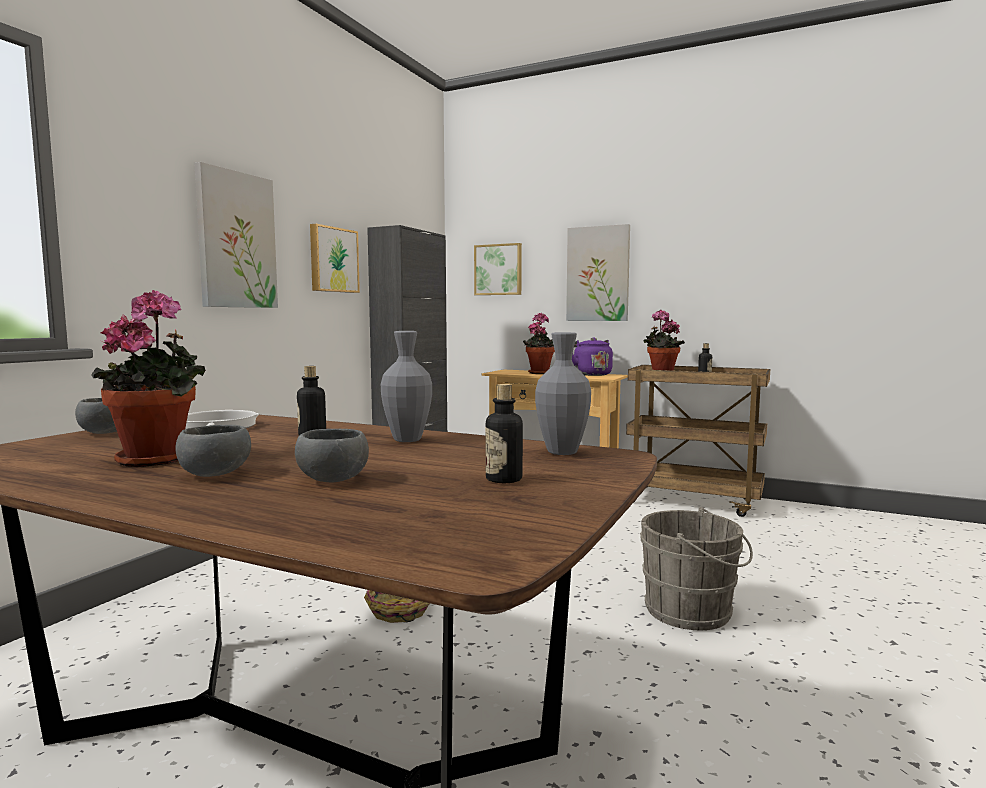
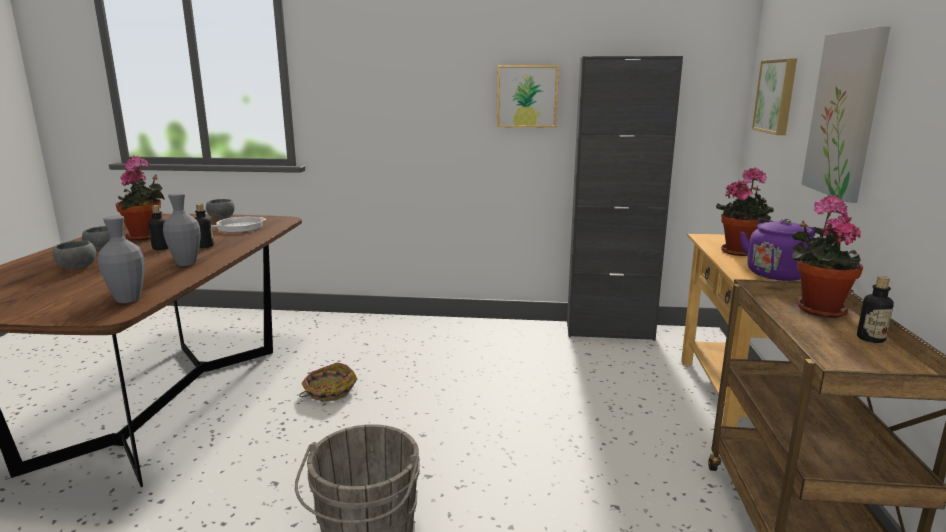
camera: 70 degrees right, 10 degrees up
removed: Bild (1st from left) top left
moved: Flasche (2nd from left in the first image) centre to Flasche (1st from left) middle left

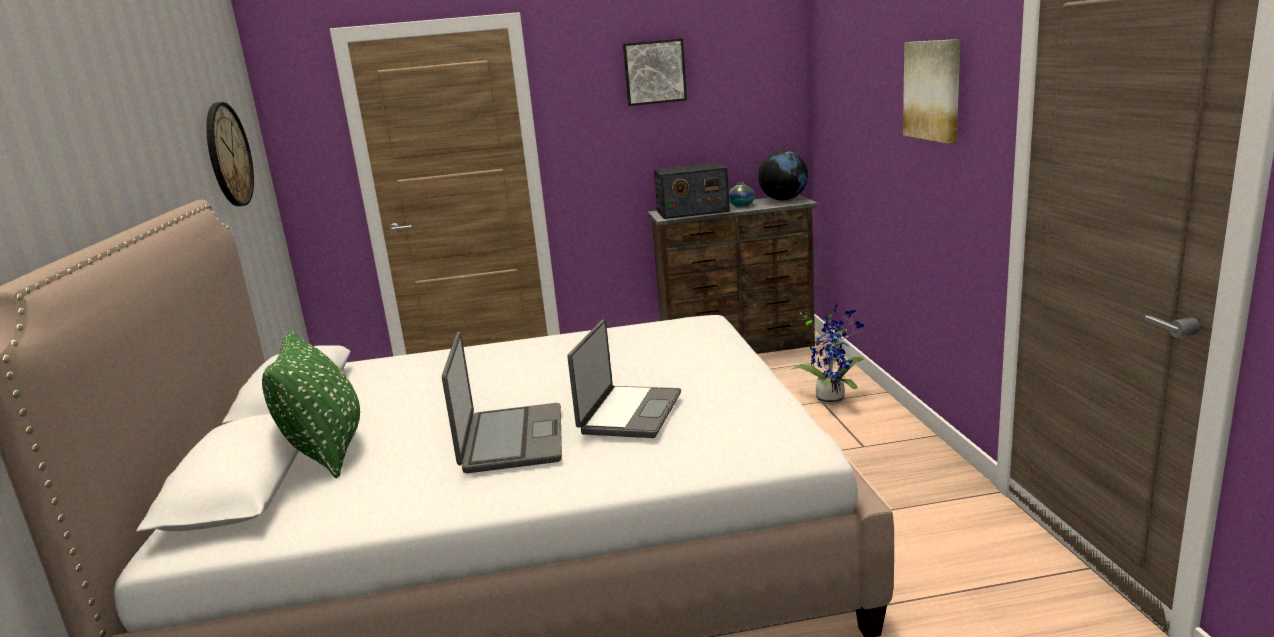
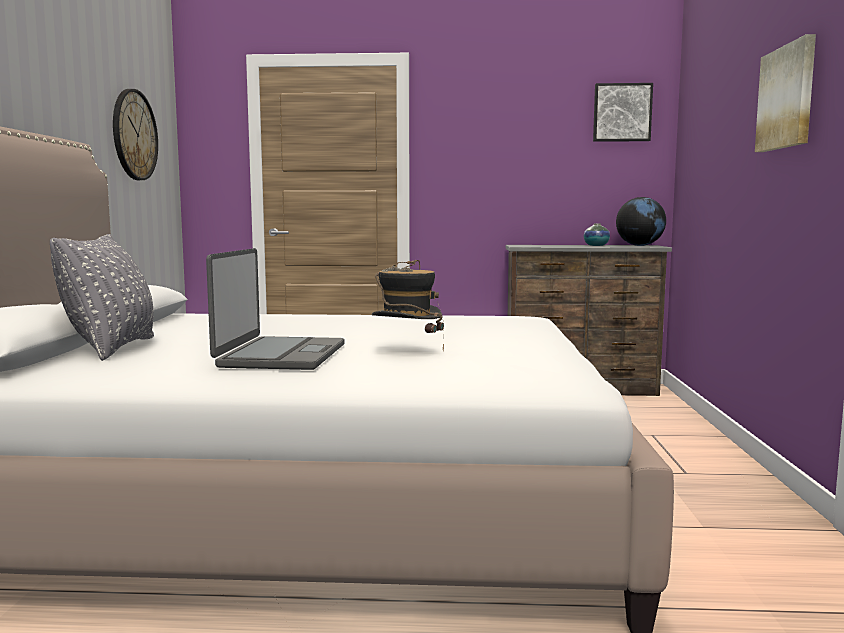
camera: 10 degrees right, 10 degrees down
removed: Radio top centre; Topfpflanze centre
moved: Bild (1st from left) top centre to top right
replaced: Laptop (2nd from left) centre to Hut centre
recoloured: Kissen [grün] middle left to Kissen [grau] middle left

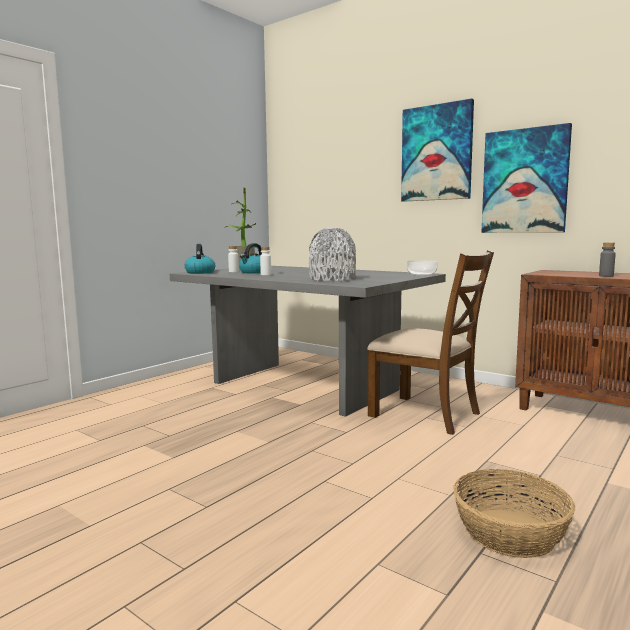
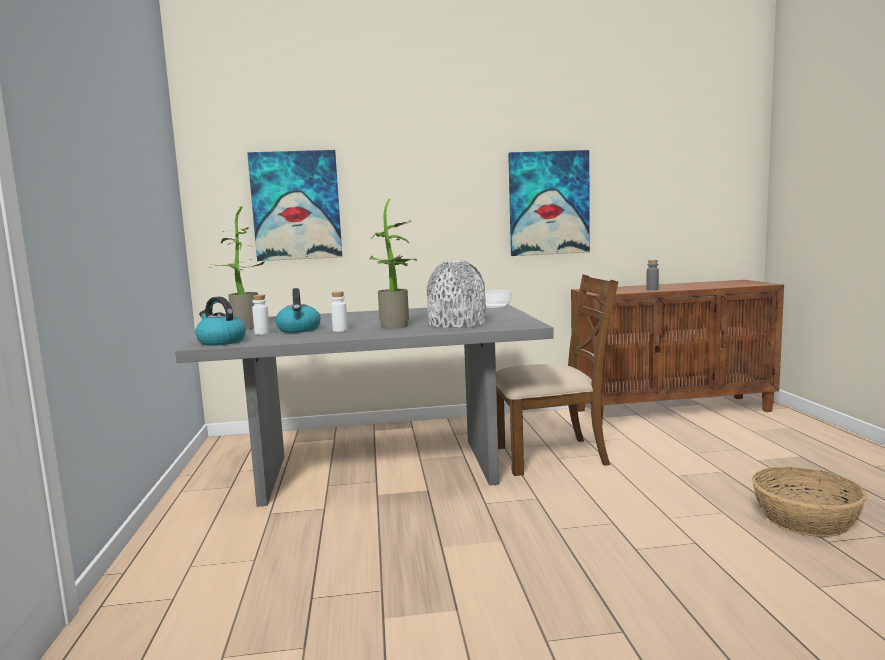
camera: 45 degrees left, 0 degrees up
added: Topfpflanze (2nd from left) centre
moved: Bild (1st from left) top right to top left

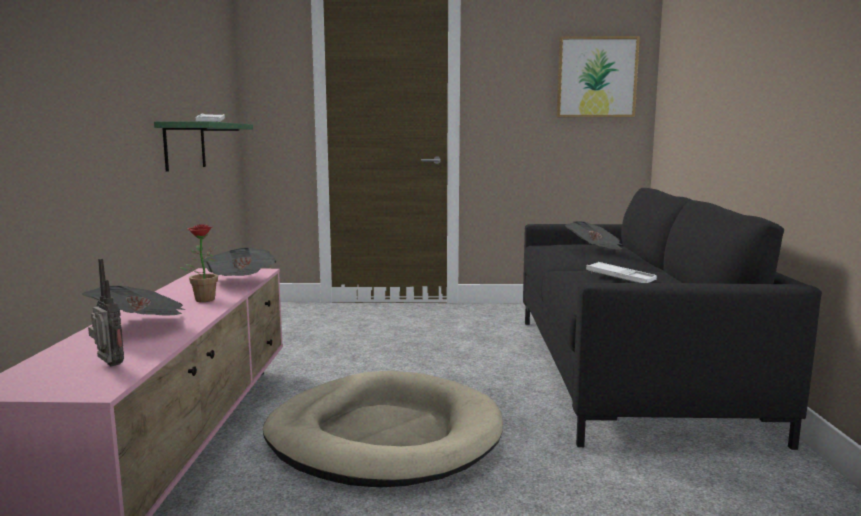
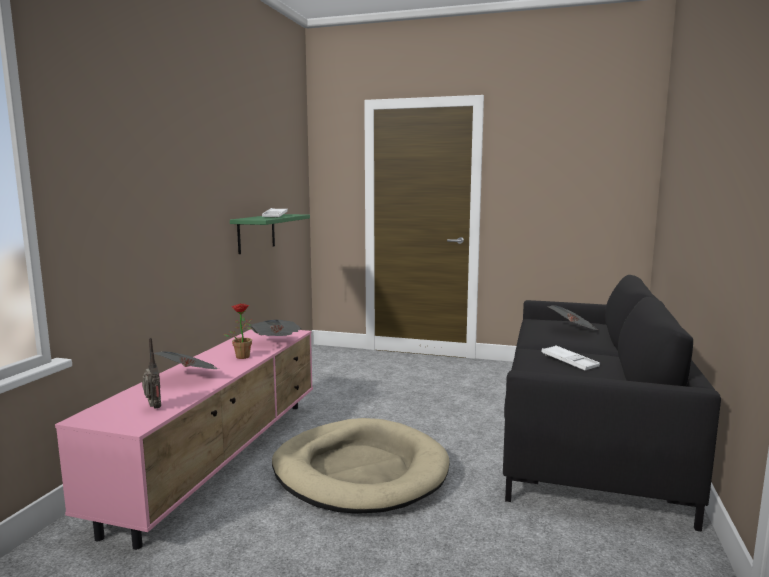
camera: 15 degrees right, 0 degrees up
removed: Bild top right

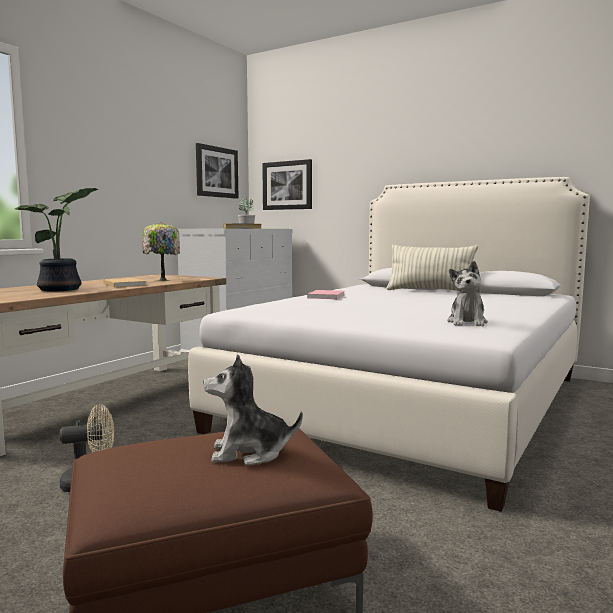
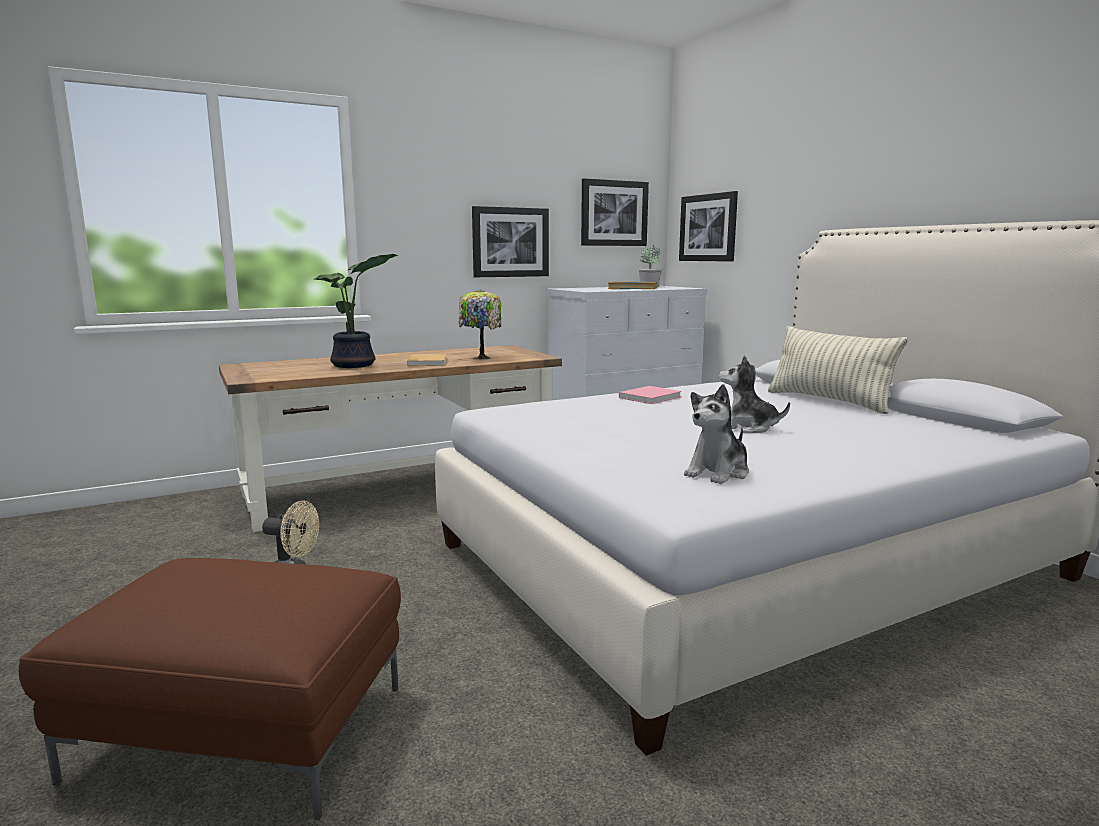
camera: 30 degrees right, 5 degrees up
added: Bild (1st from left) top centre
moved: Plüschtier (1st from left in the first image) bottom centre to Plüschtier (2nd from left) middle right

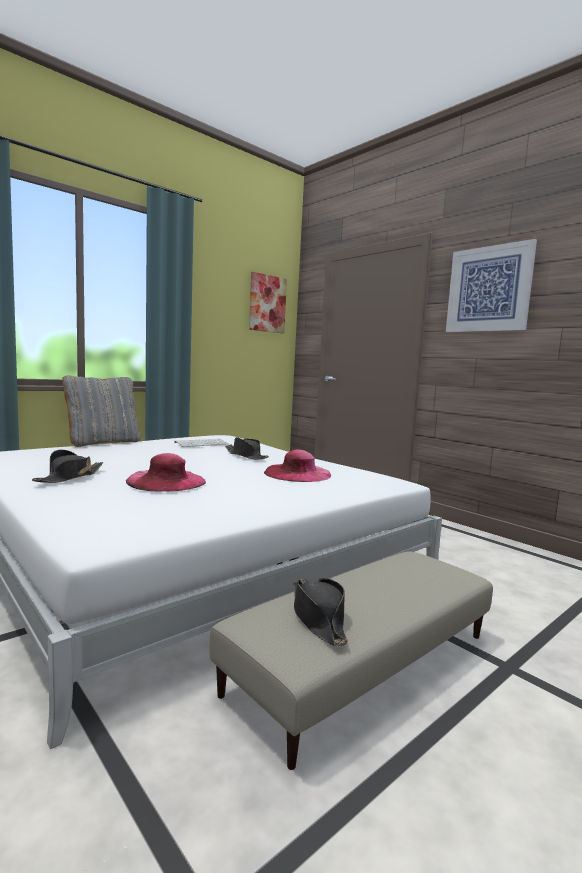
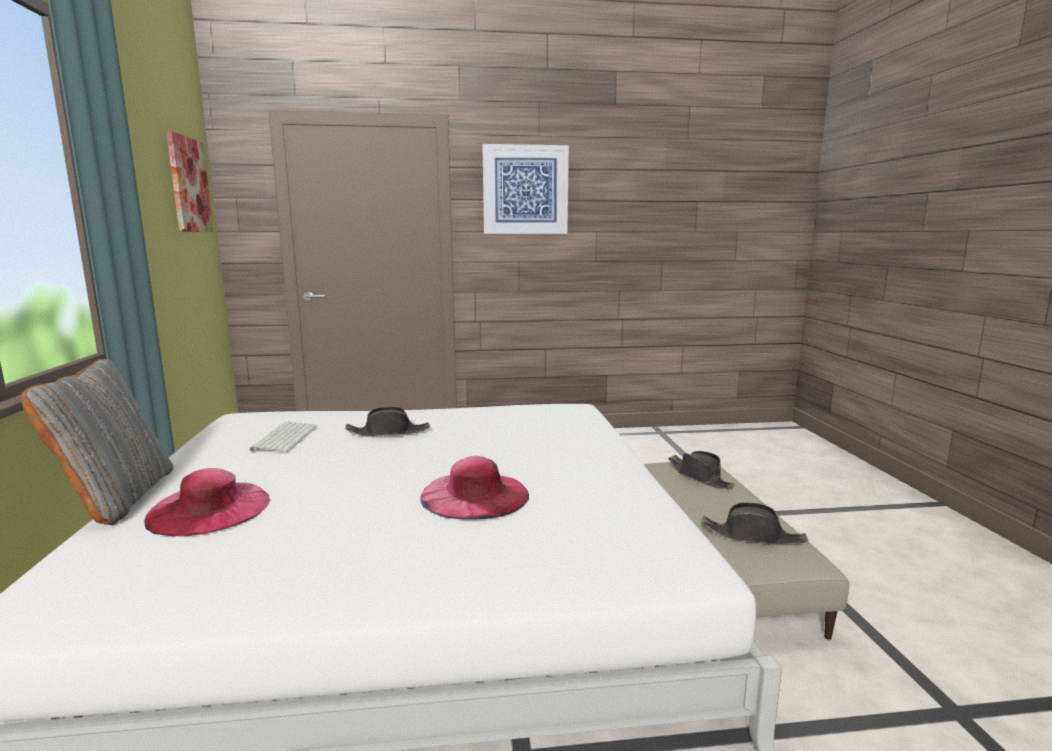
camera: 55 degrees left, 5 degrees up
moved: Hut [schwarz] (1st from left in the first image) middle left to Hut [schwarz] (2nd from left) centre; Hut [rosa] (2nd from left in the first image) centre to Hut [rosa] (1st from left) bottom left

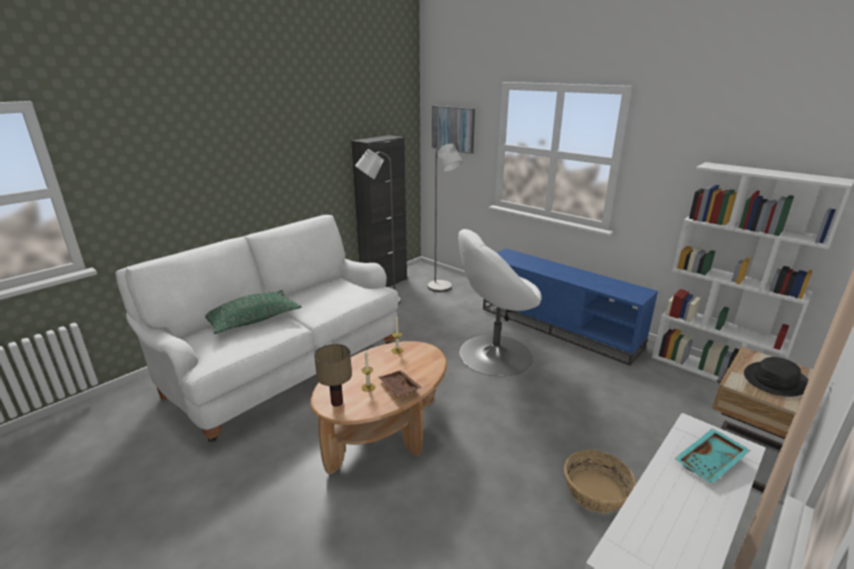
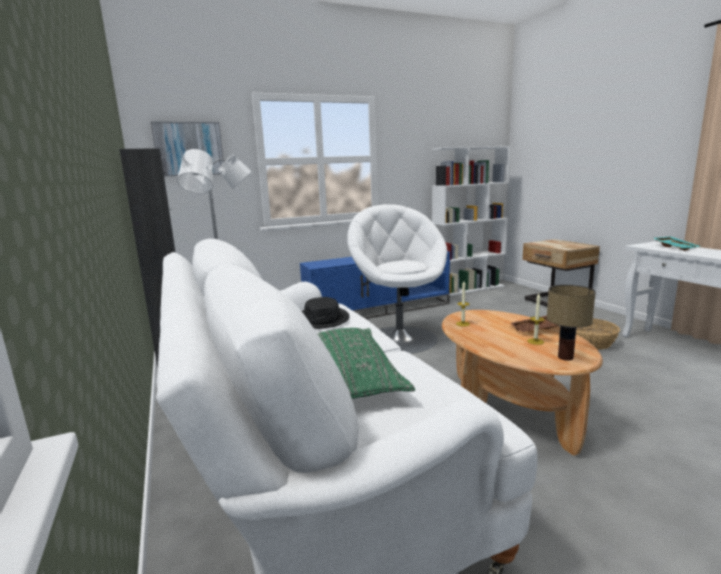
camera: 65 degrees left, 10 degrees down
moved: Hut [schwarz] middle right to centre
turned: Sessel [weiß] centre = centre 150 degrees clockwise

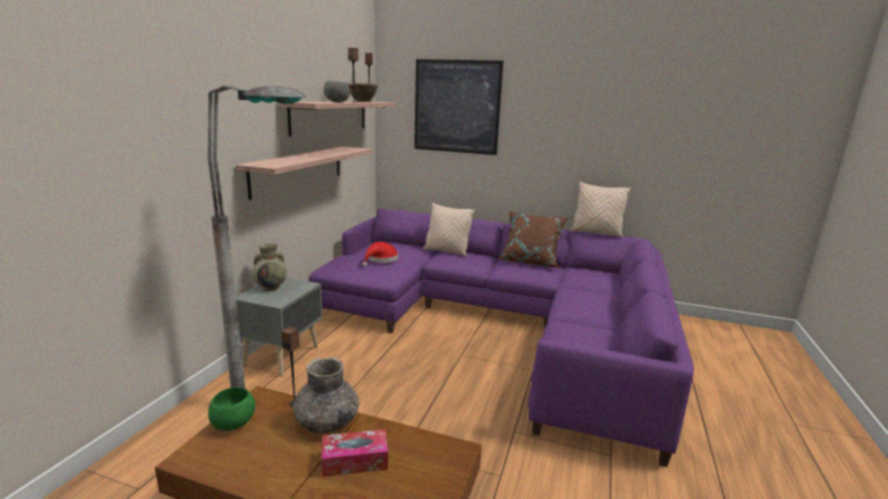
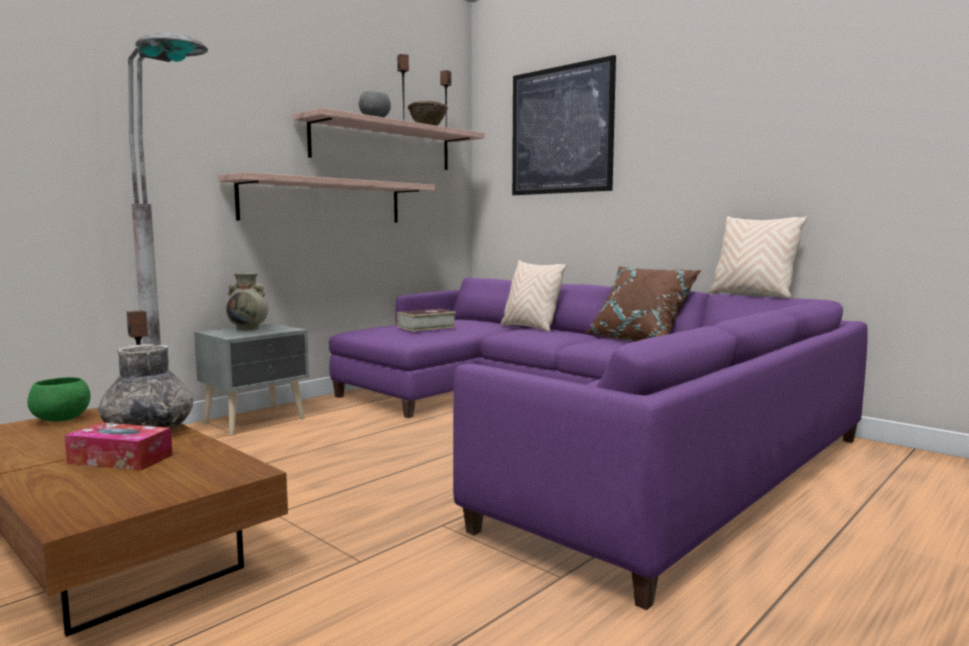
camera: 25 degrees right, 10 degrees down
replaced: Hut [rot] centre to Buch centre

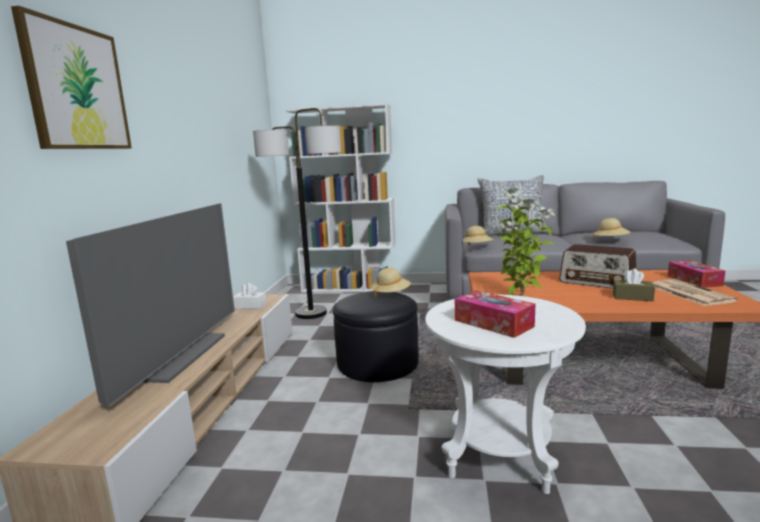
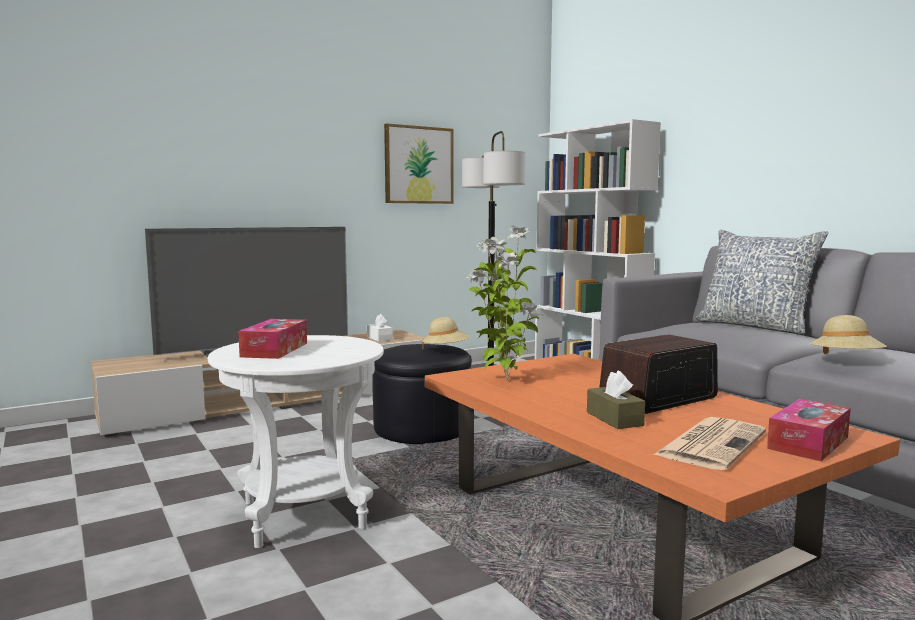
camera: 50 degrees right, 5 degrees down
removed: Hut [beige] (2nd from left) centre
moved: Bild top left to top centre
turned: Radio middle right = middle right 60 degrees clockwise

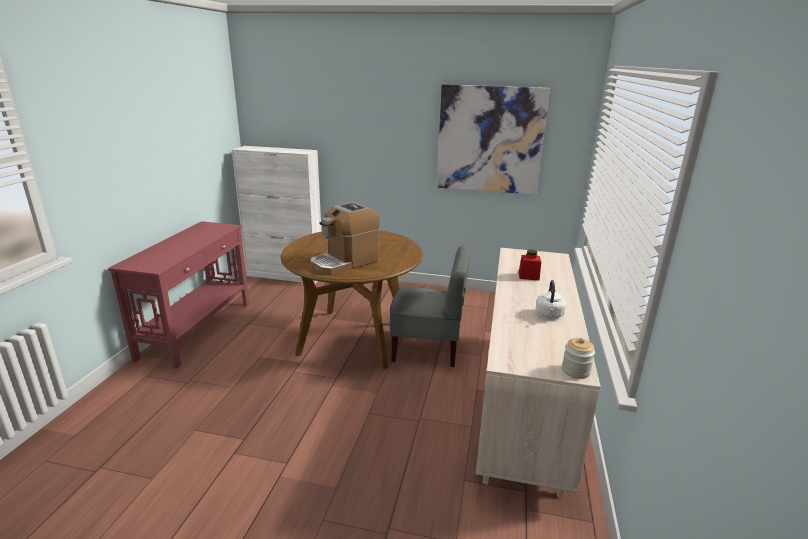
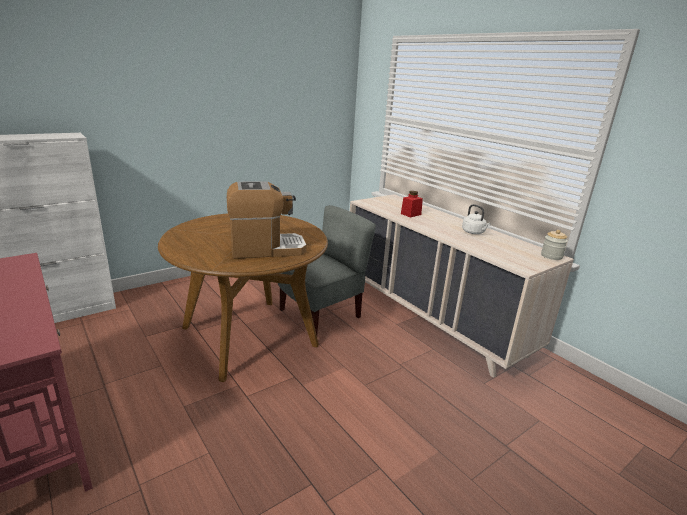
camera: 50 degrees left, 0 degrees up
removed: Bild top centre
turned: Kaffeemaschine centre = centre 105 degrees counterclockwise

